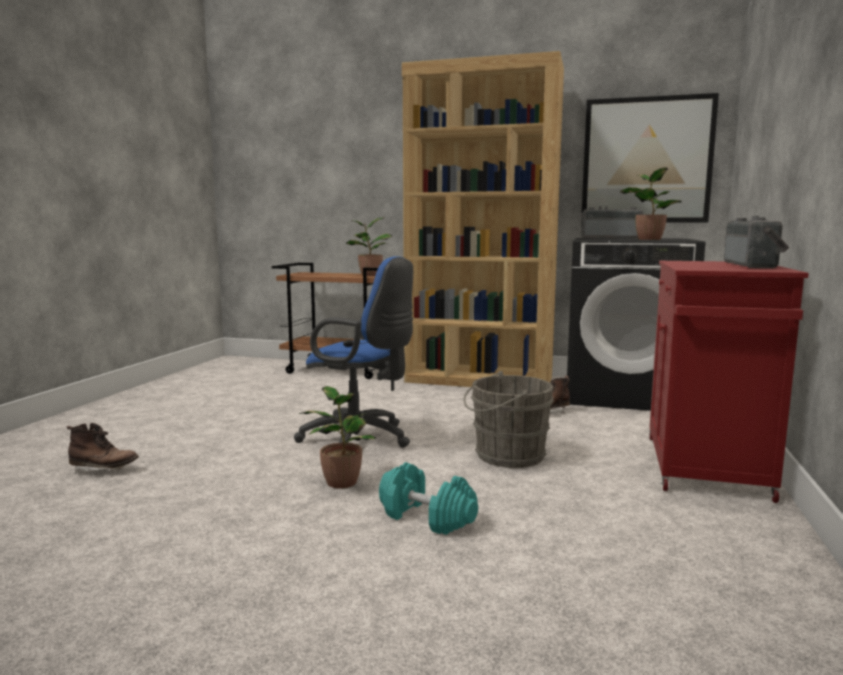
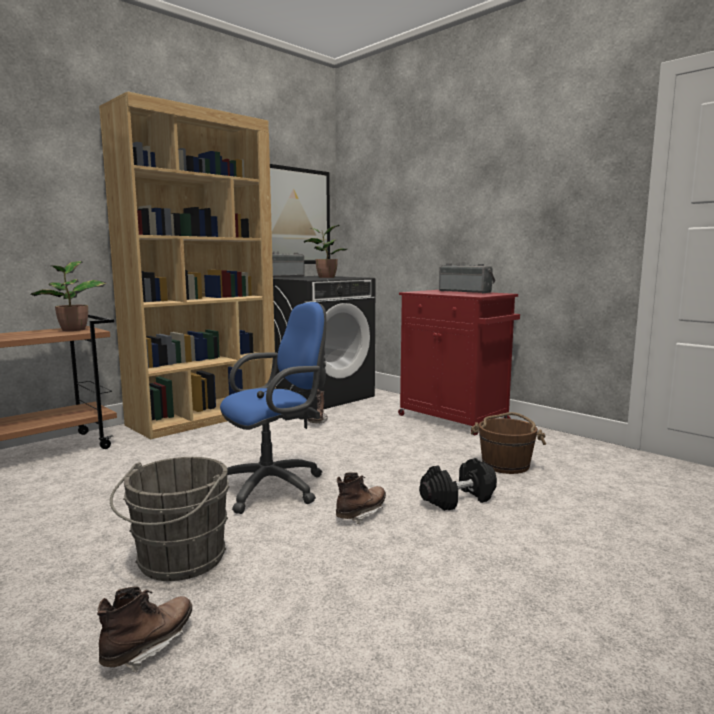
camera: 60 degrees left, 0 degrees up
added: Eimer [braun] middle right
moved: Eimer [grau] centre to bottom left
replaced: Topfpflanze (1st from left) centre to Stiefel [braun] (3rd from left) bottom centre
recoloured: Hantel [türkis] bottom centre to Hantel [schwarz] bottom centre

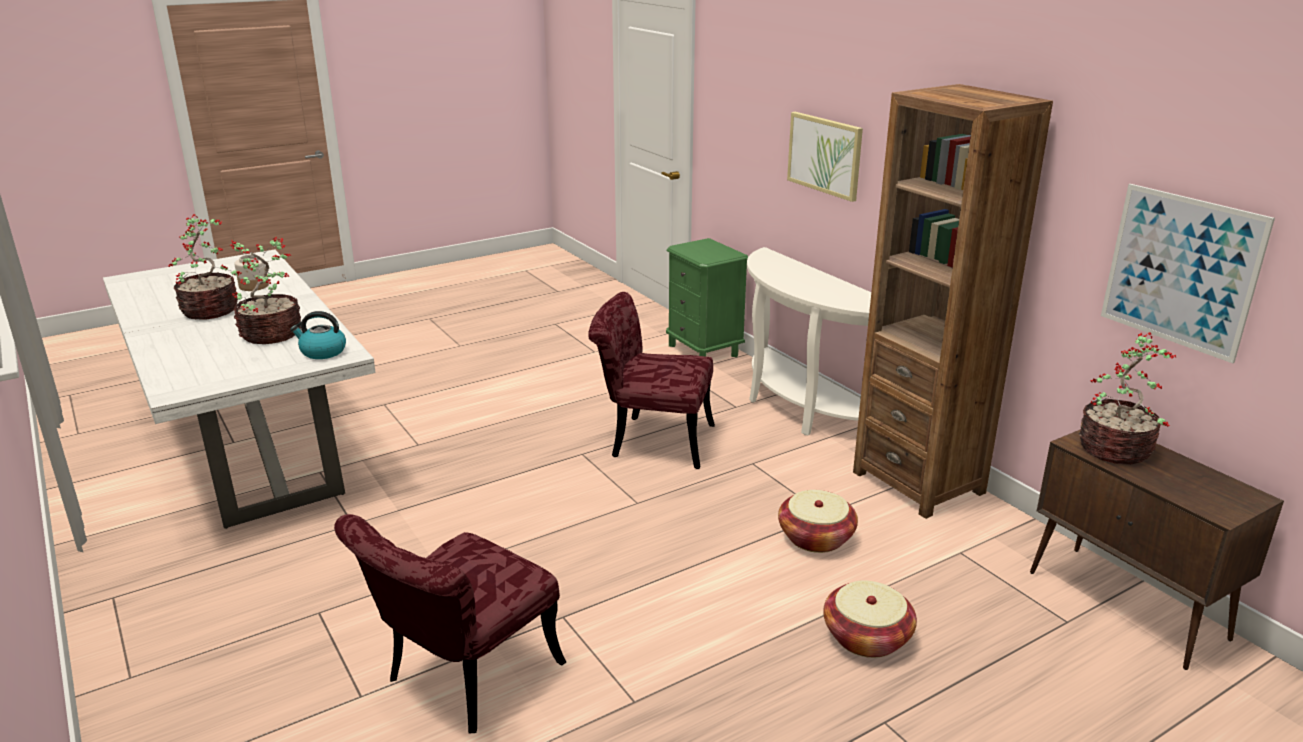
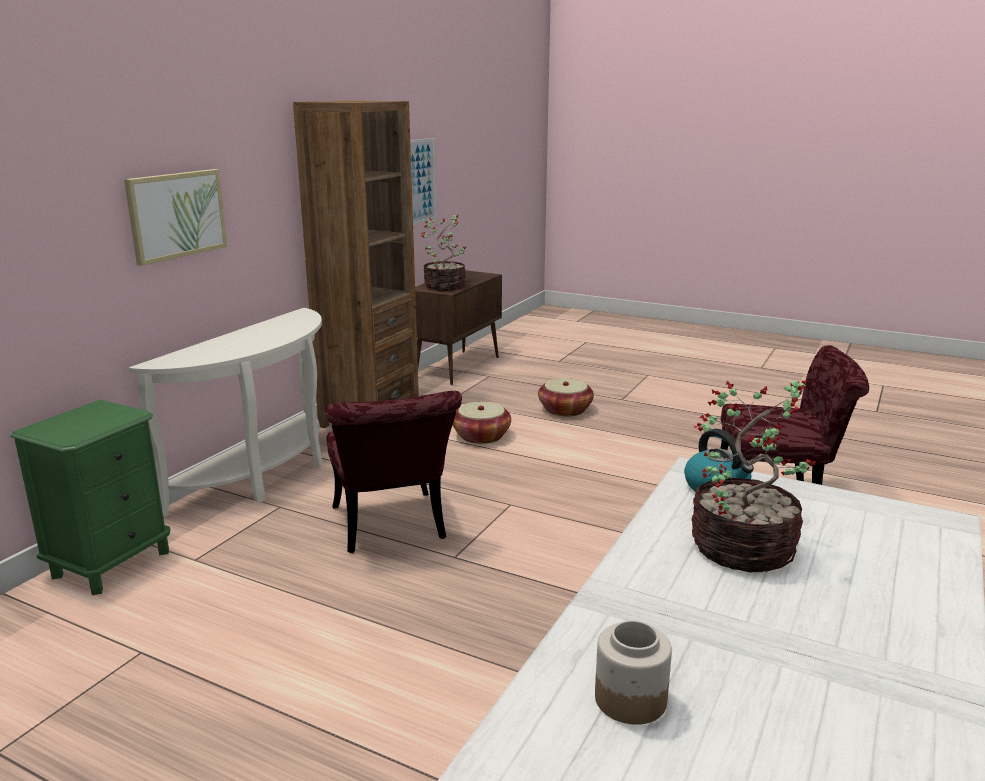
camera: 120 degrees left, 5 degrees down
removed: Topfpflanze (1st from left) middle left

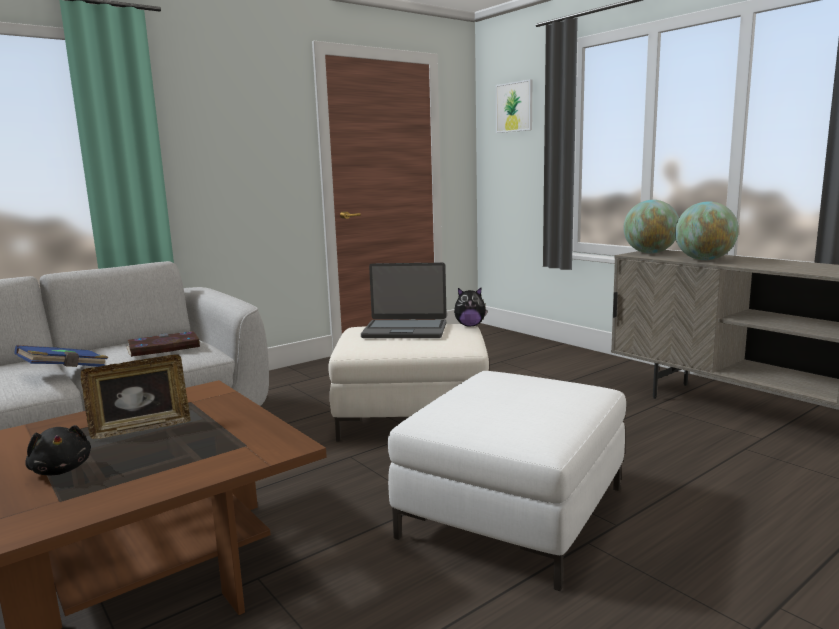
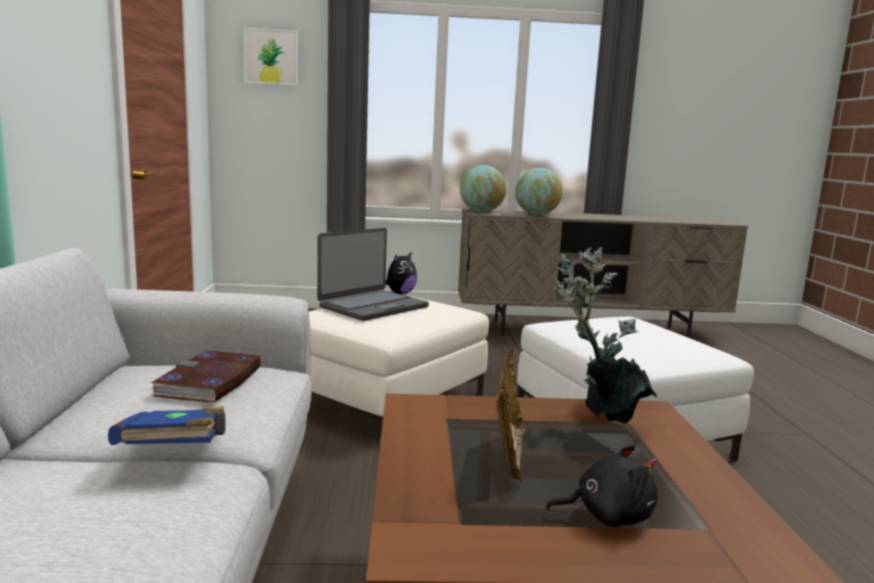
camera: 55 degrees left, 0 degrees up
added: Topfpflanze middle right

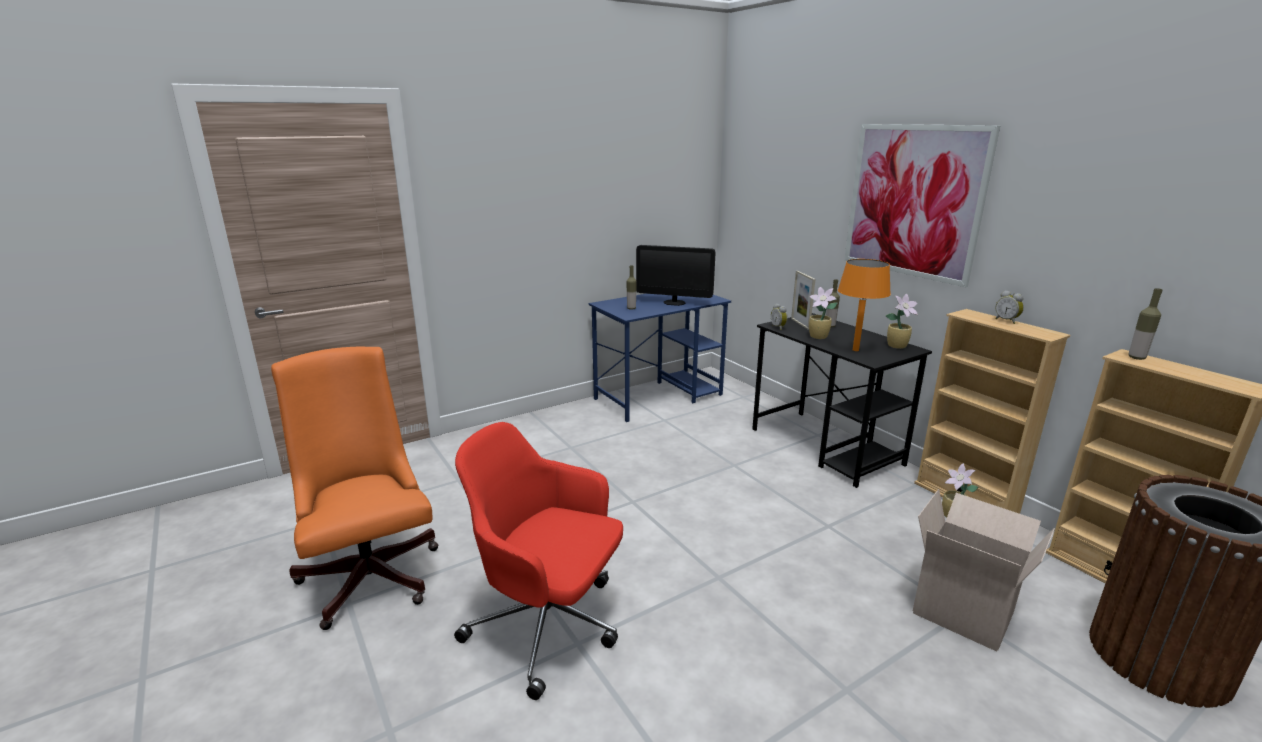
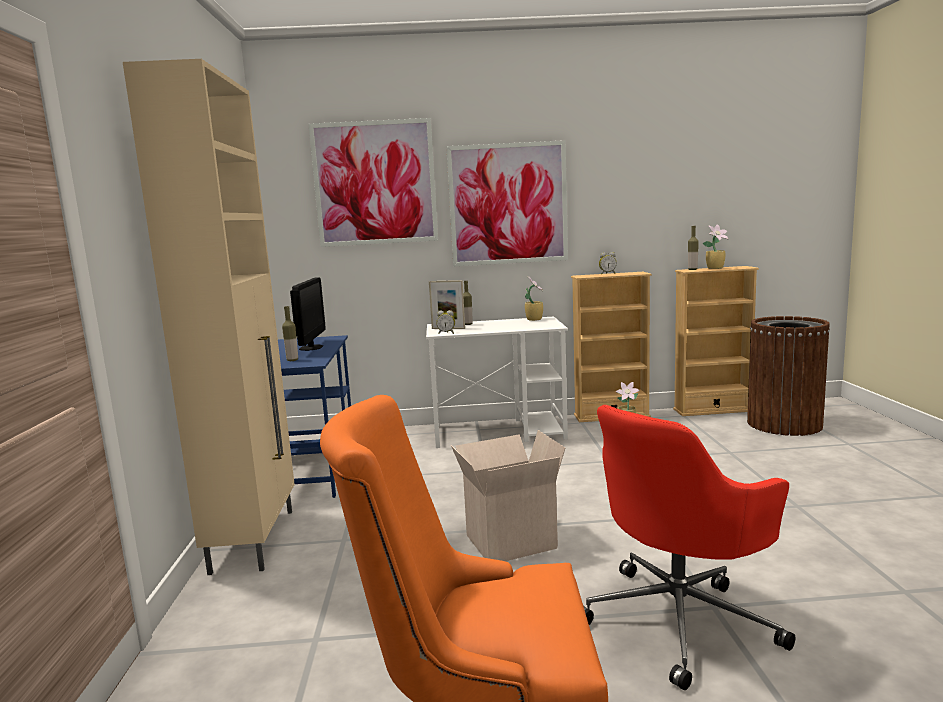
camera: 60 degrees left, 10 degrees down
removed: Tischlampe [orange] middle right
added: Schrank [beige] middle left; Bild (1st from left) top centre
moved: Topfpflanze (1st from left in the first image) centre to Topfpflanze (3rd from left) middle right; Karton bottom right to bottom centre
recoloured: Schreibtisch [schwarz] middle right to Schreibtisch [weiß] centre
turned: Monitor centre = middle left 45 degrees counterclockwise

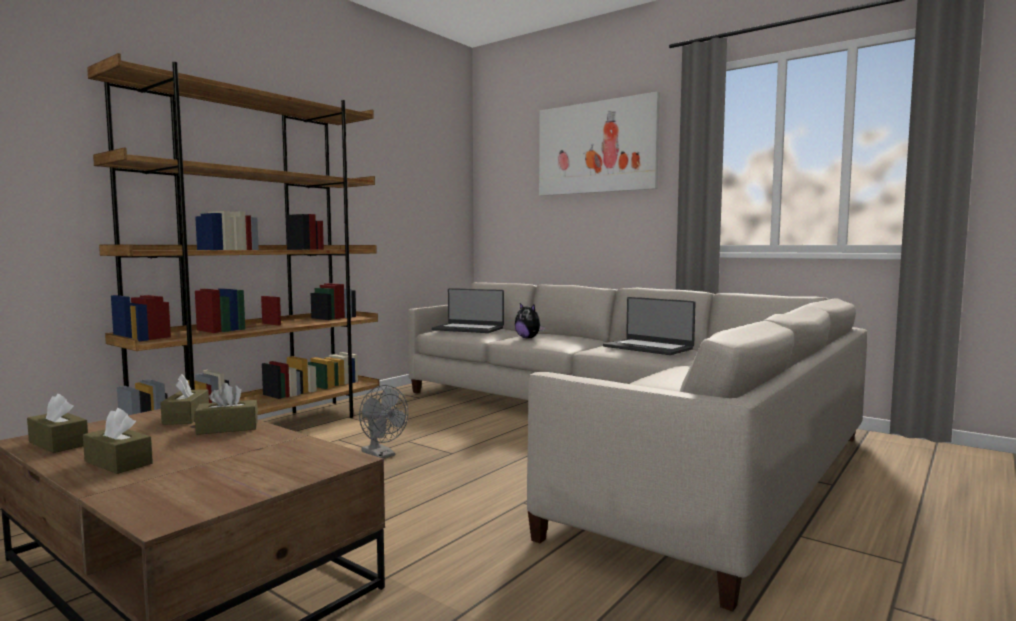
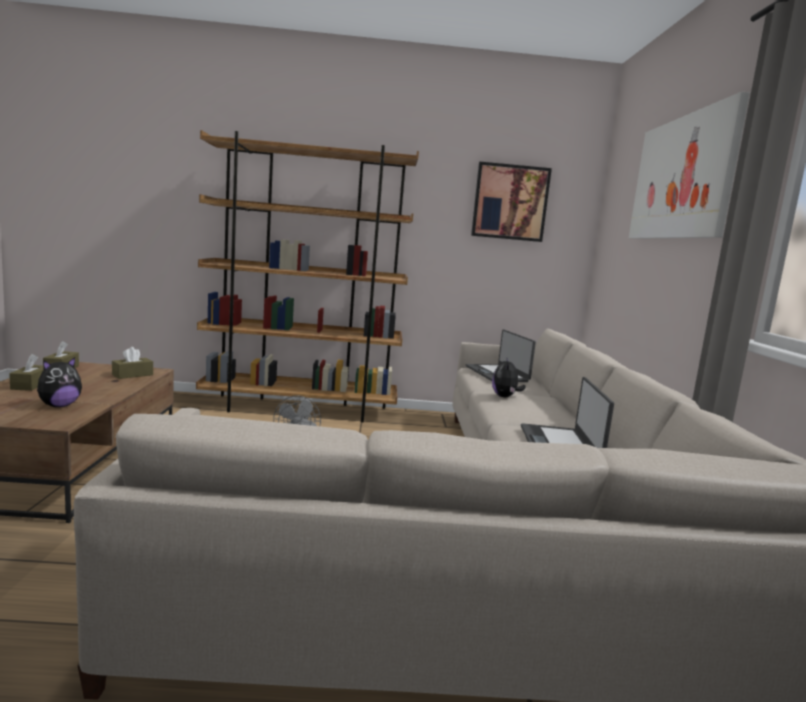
camera: 50 degrees right, 5 degrees up
removed: Taschentuchbox [braun] (4th from left) middle left
added: Plüschtier (1st from left) middle left; Bild (1st from left) top centre

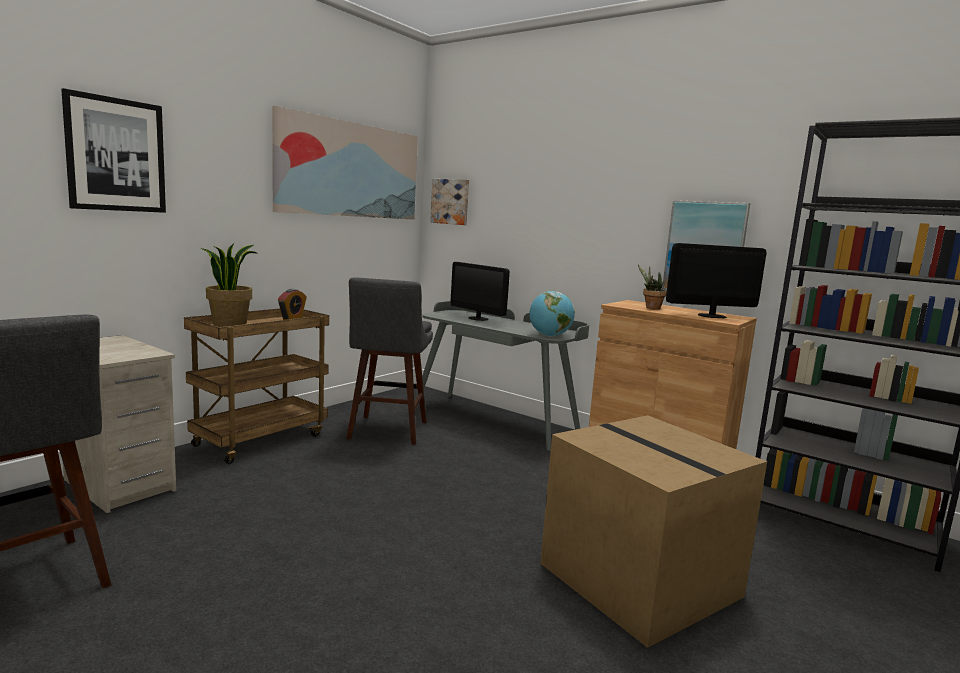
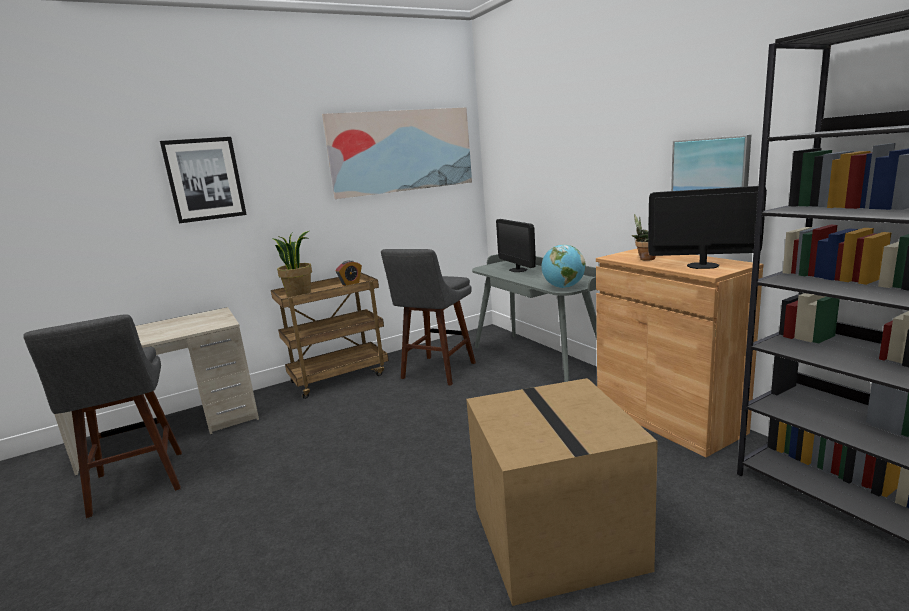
camera: 25 degrees right, 5 degrees up
removed: Bild (3rd from left) top centre

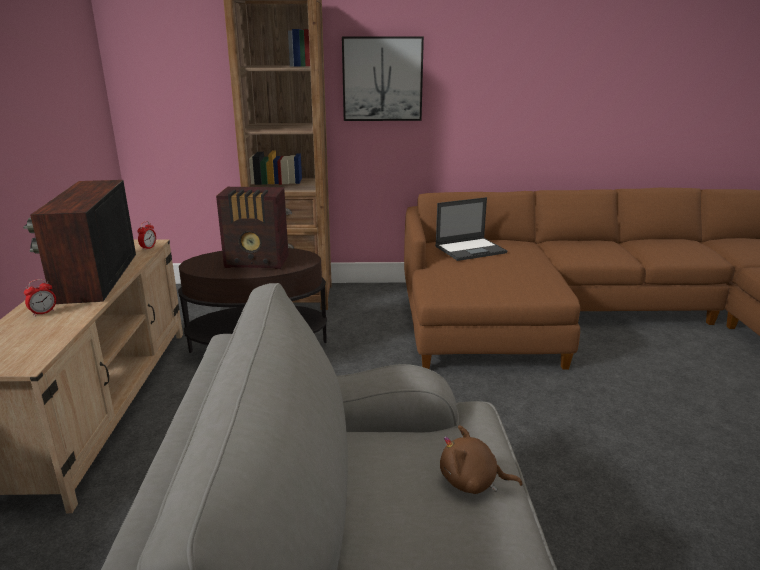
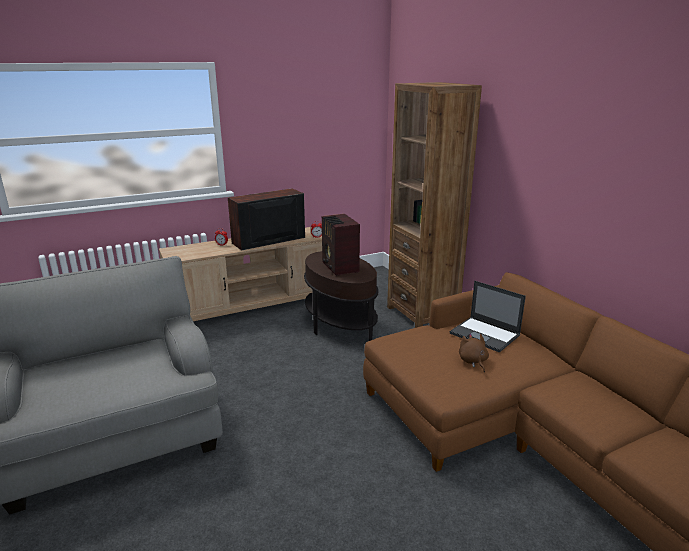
camera: 65 degrees right, 0 degrees up
removed: Bild top centre
moved: Plüschtier [braun] bottom centre to middle right

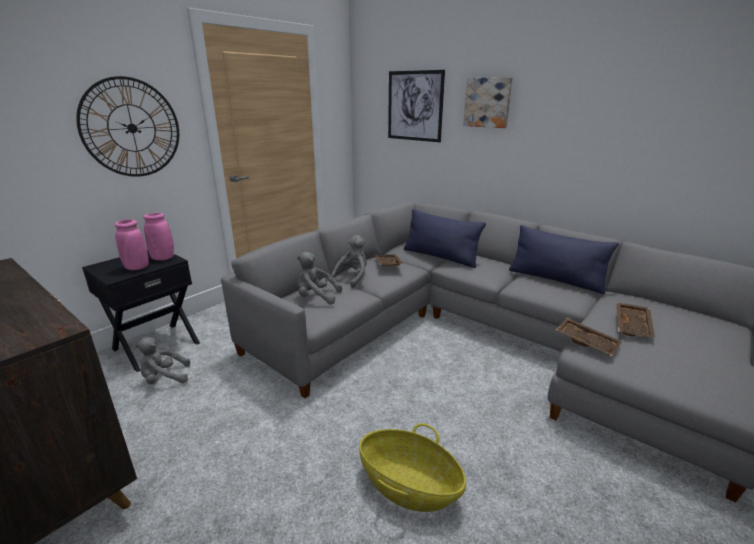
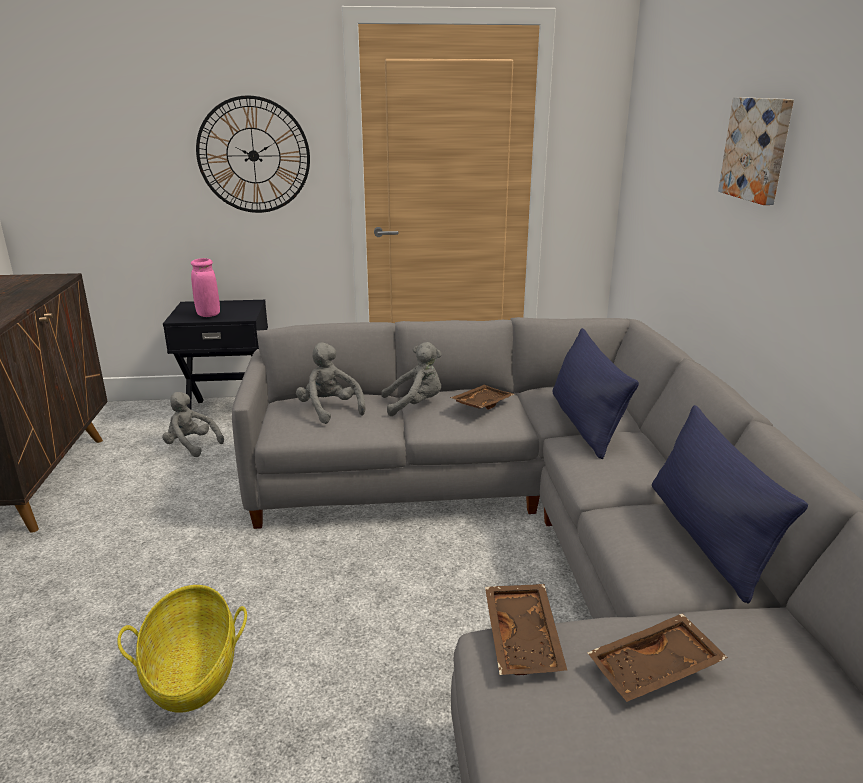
camera: 45 degrees right, 0 degrees up
removed: Vase [rosa] (2nd from left) middle left; Bild (1st from left) top centre

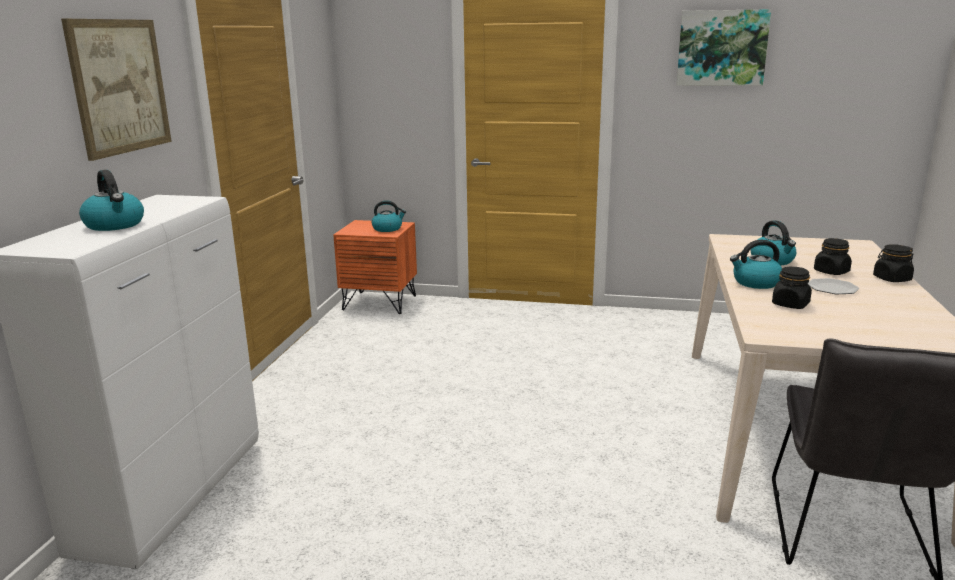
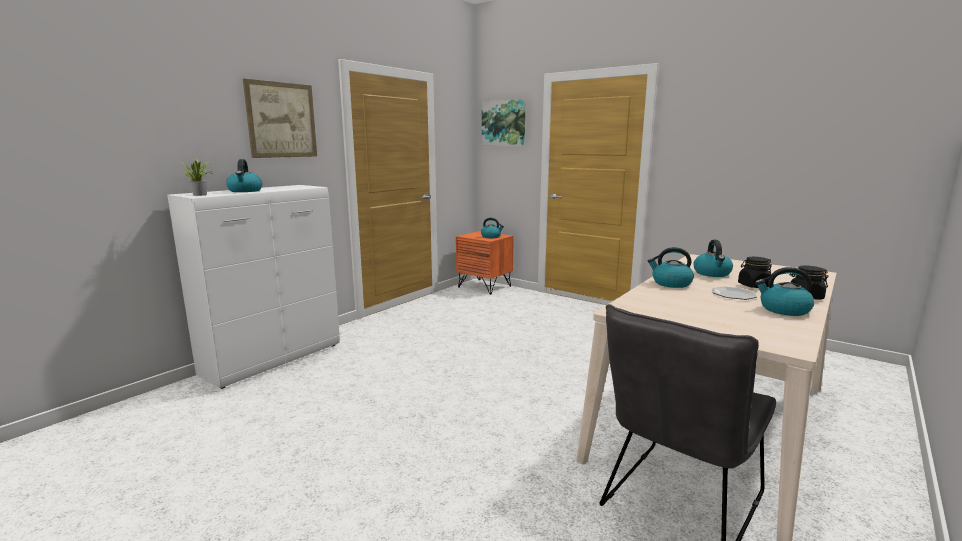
camera: 25 degrees right, 5 degrees down
removed: Vorratsglas [schwarz] (1st from left) middle right
added: Topfpflanze top left; Wasserkessel (5th from left) middle right
moved: Bild (2nd from left) top right to top centre

